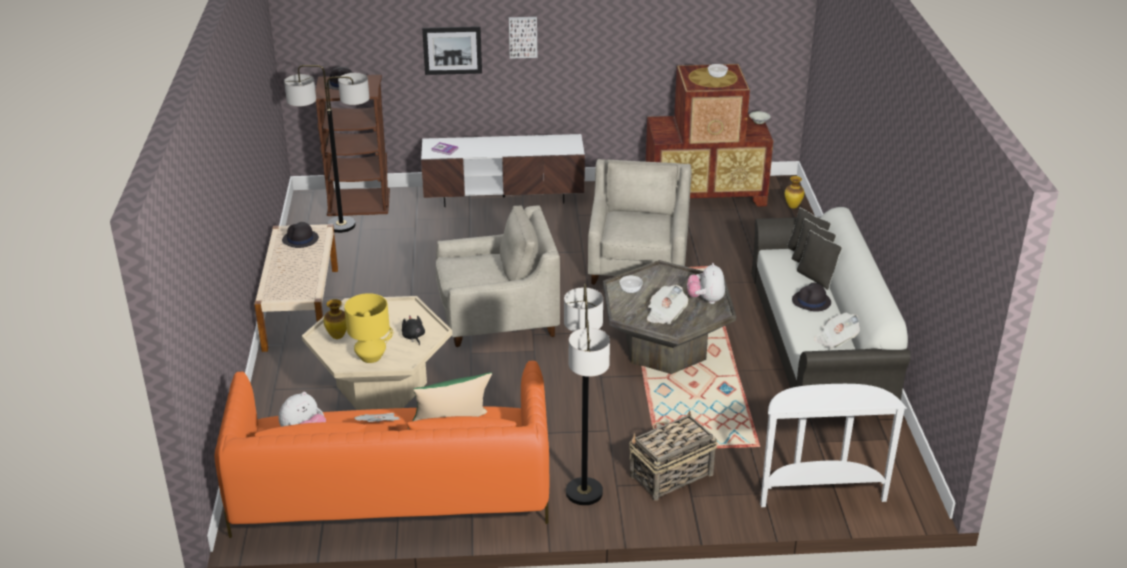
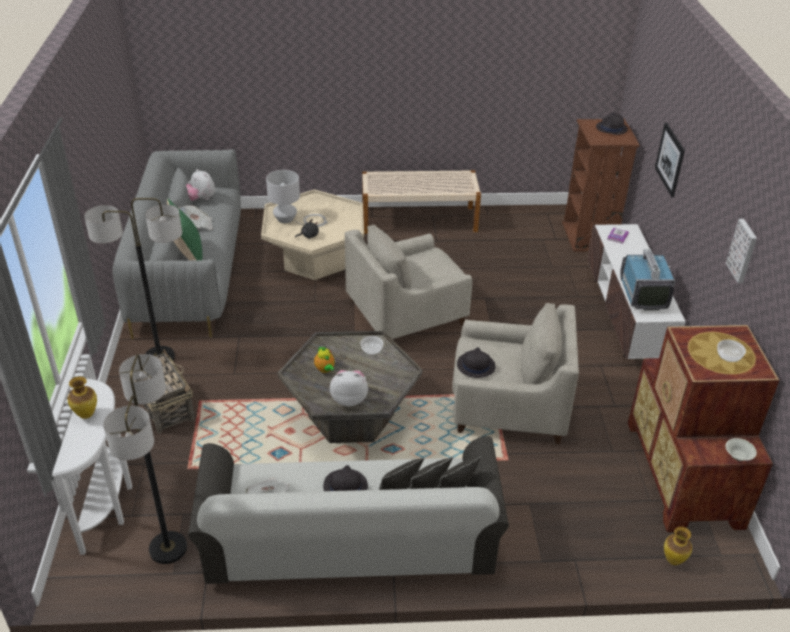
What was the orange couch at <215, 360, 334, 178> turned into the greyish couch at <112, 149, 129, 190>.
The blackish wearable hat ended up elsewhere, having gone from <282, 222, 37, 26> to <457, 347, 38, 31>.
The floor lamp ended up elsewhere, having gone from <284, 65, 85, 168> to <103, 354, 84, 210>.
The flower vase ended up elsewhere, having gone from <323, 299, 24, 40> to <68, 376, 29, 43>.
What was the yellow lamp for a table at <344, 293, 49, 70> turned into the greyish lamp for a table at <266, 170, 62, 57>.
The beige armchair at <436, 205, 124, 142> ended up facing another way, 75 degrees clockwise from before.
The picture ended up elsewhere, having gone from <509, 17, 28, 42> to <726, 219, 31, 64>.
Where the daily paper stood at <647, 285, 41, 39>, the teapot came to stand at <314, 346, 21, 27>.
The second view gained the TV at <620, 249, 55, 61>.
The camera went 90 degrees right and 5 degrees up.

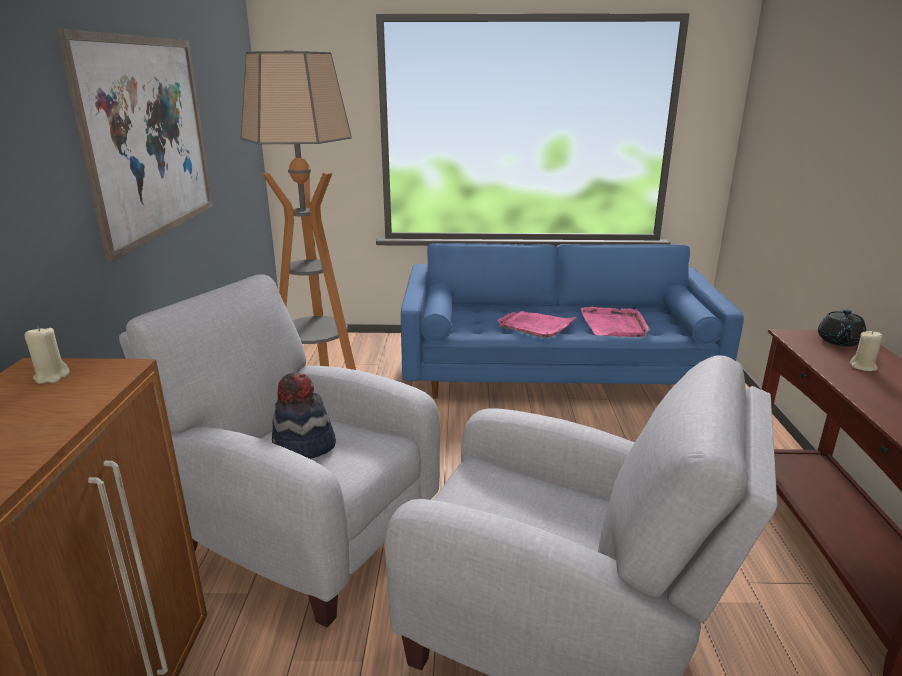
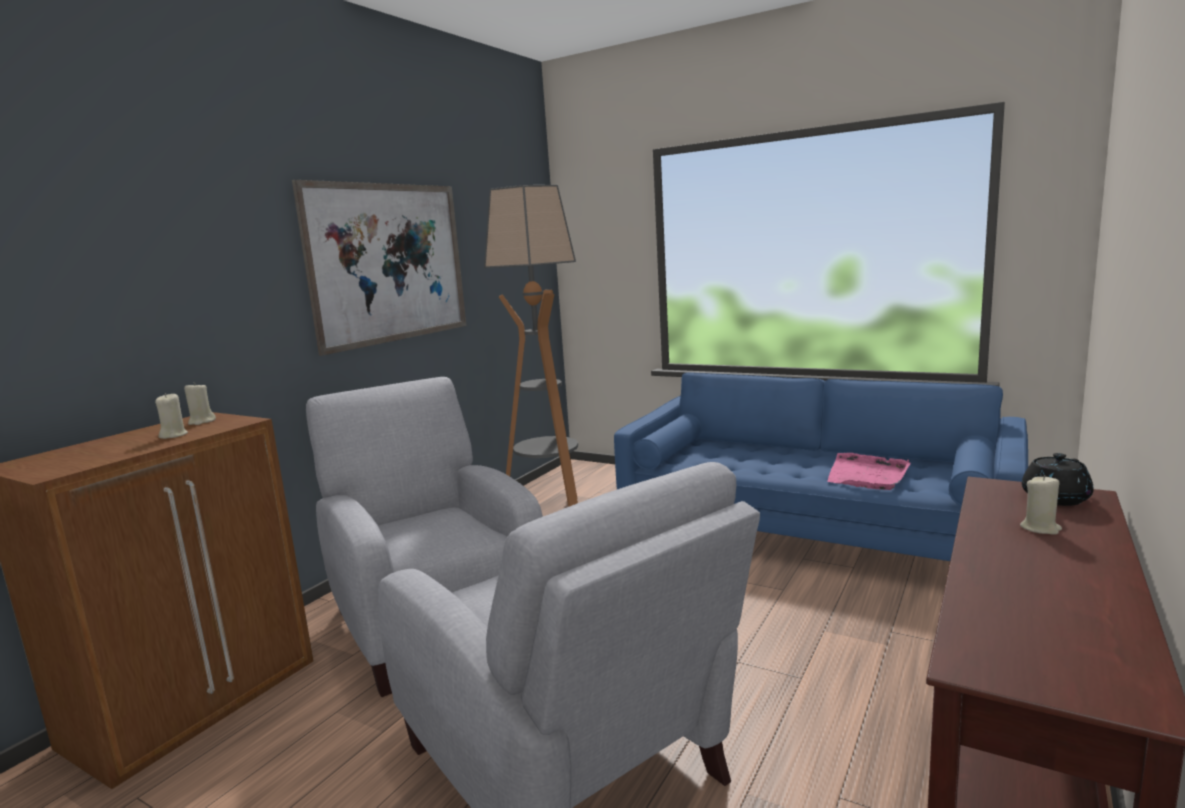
The second view lost the wearable hat at <272, 373, 64, 86>.
The second view lost the pink carrying tray at <497, 311, 80, 27>.
The second view gained the beige candle at <155, 393, 33, 46>.
The camera went 30 degrees right and 10 degrees down.

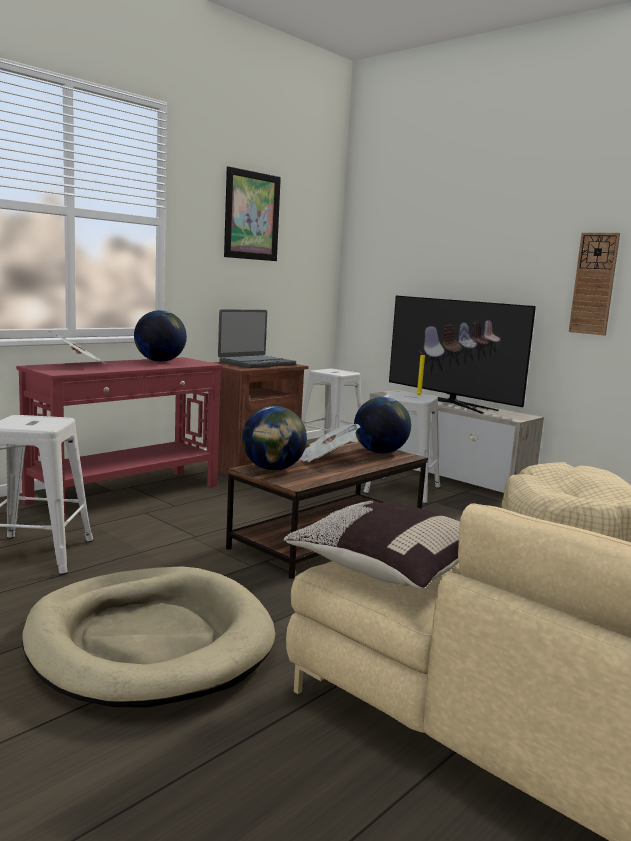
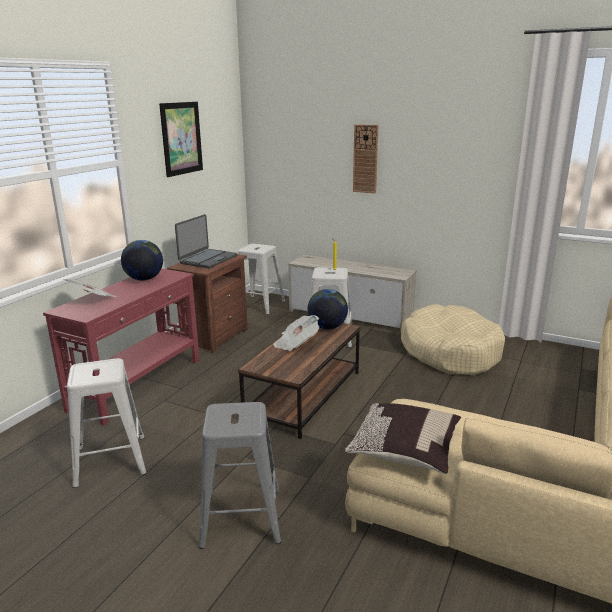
Where the beige dog cushion stood at <22, 566, 253, 141>, the greyish stool seat came to stand at <198, 402, 83, 147>.
The second view lost the globe at <242, 406, 65, 65>.
The second view lost the TV at <389, 296, 147, 118>.
The wall clock ended up elsewhere, having gone from <569, 233, 51, 102> to <353, 124, 26, 70>.
The camera went 15 degrees left and 10 degrees up.

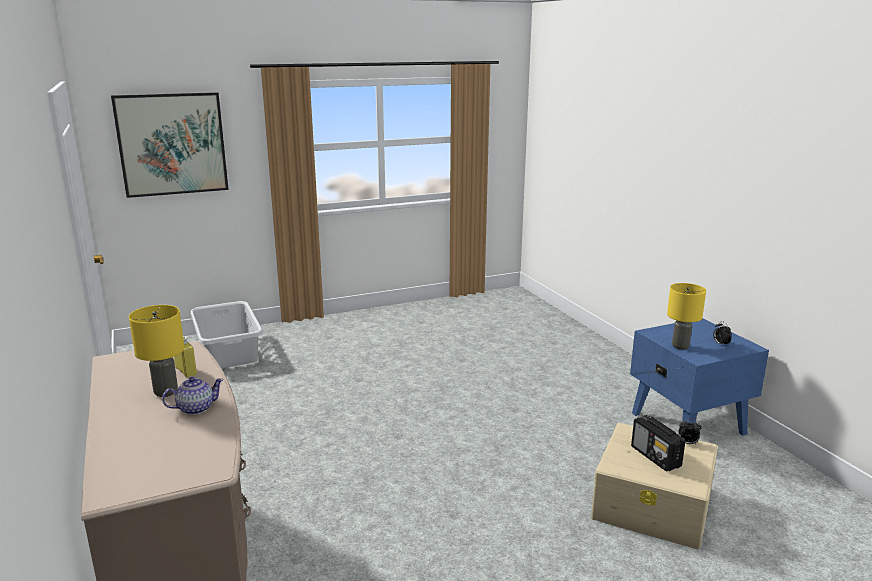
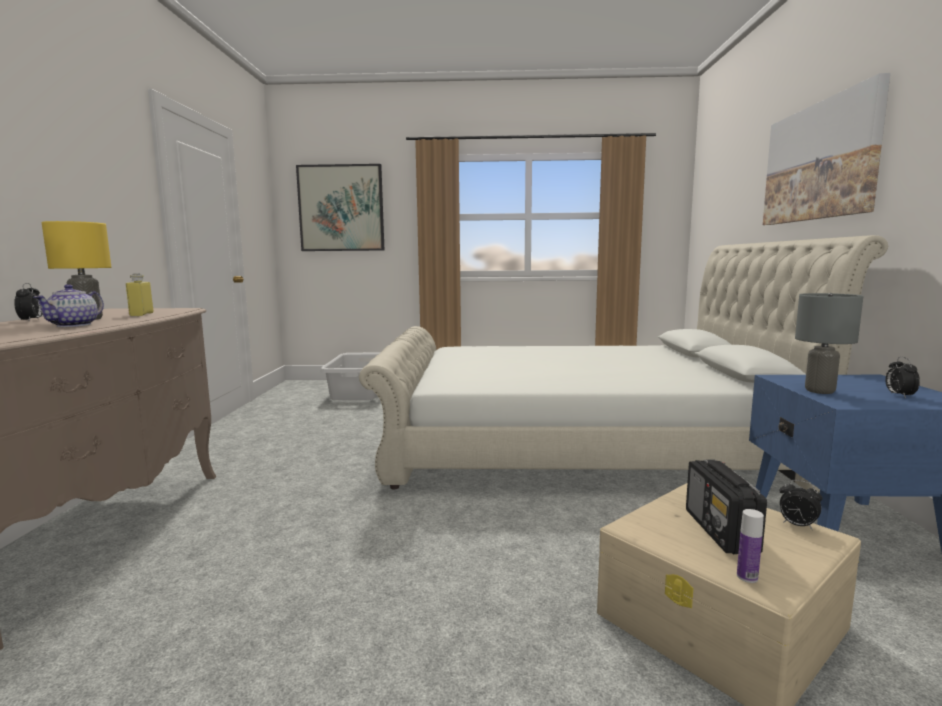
The teapot at <162, 377, 62, 38> ended up facing another way, 105 degrees clockwise from before.
What was the yellow lamp for a table at <667, 283, 39, 67> turned into the greyish lamp for a table at <795, 293, 68, 101>.
The second view gained the table clock at <14, 283, 28, 38>.
The second view gained the beige bedroom bed at <359, 235, 529, 258>.
The second view gained the beverage bottle at <737, 509, 27, 74>.
The second view gained the picture at <763, 73, 127, 152>.
The camera went 25 degrees right and 10 degrees down.

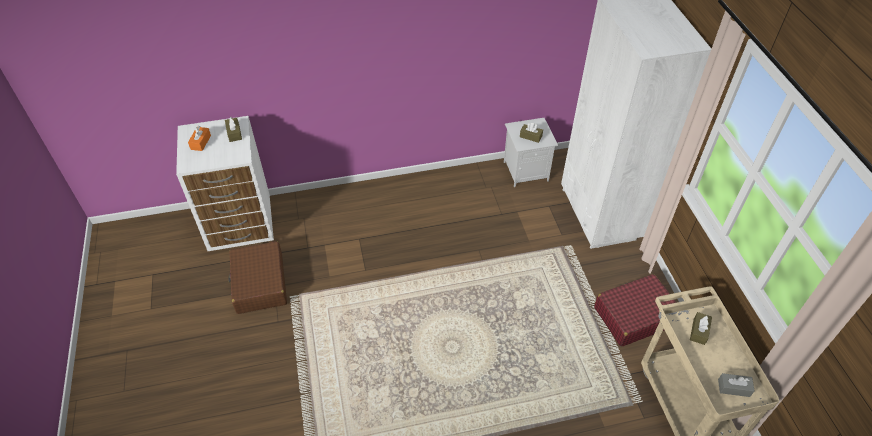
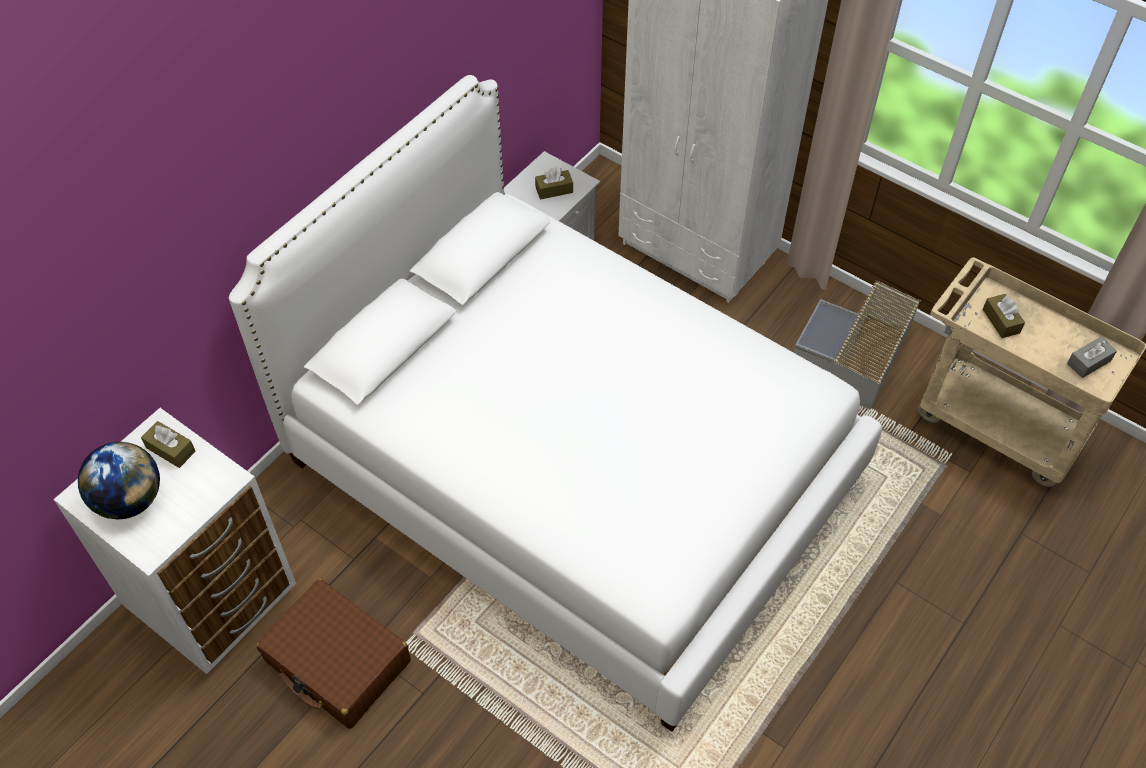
Where the orange tissue holder stood at <188, 126, 23, 25>, the globe came to stand at <78, 442, 82, 77>.
Where the red travel case stood at <594, 274, 83, 73>, the greyish storage box came to stand at <794, 280, 127, 130>.
The second view gained the white-coloured bedroom bed at <229, 75, 653, 657>.
The camera went 40 degrees left and 5 degrees up.

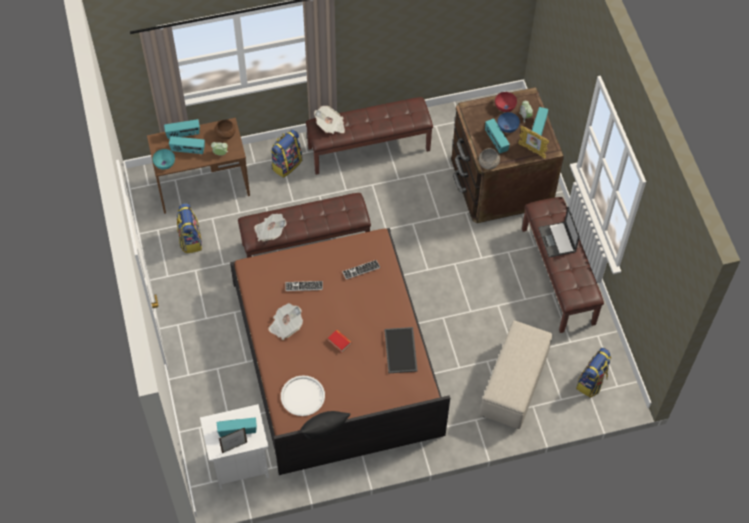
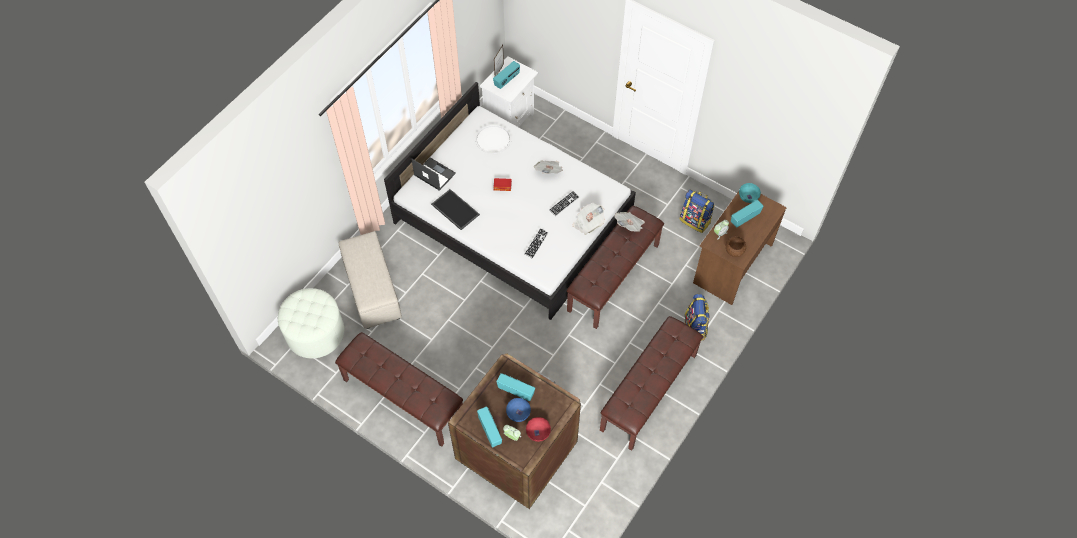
The second view lost the radio set at <164, 119, 36, 20>.
What was the brownish bedroom bed at <230, 228, 220, 247> turned into the white-coloured bedroom bed at <384, 82, 252, 238>.
The second view lost the blackish throw pillow at <301, 411, 50, 28>.
The daily paper ended up elsewhere, having gone from <314, 106, 31, 28> to <573, 203, 32, 32>.
The second view lost the greyish deep dish at <479, 148, 21, 22>.
The second view lost the standing frame at <518, 125, 31, 33>.
The laptop ended up elsewhere, having gone from <538, 207, 42, 50> to <411, 158, 45, 33>.
Where the knapsack stood at <576, 348, 35, 50>, the white-coloured pouffe came to stand at <278, 288, 66, 70>.
The camera went 140 degrees right and 0 degrees up.

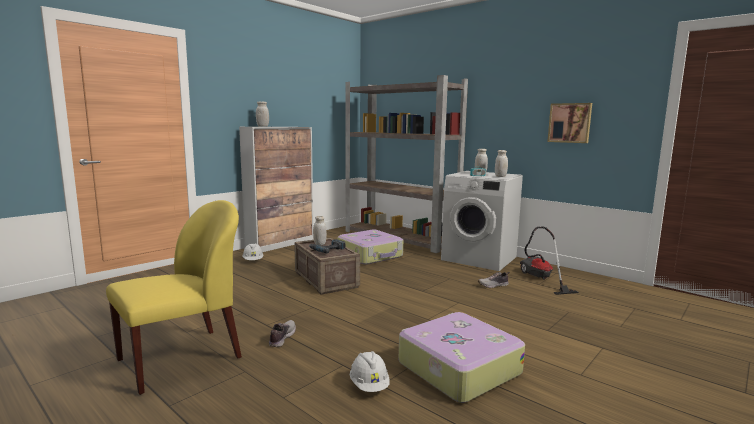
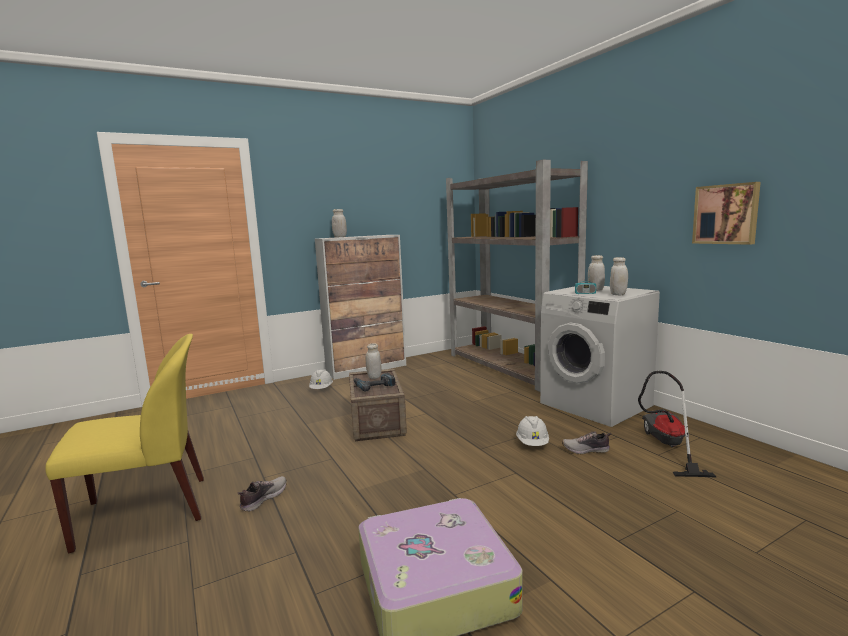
The second view lost the travel case at <337, 230, 66, 35>.
The white-coloured safety helmet ended up elsewhere, having gone from <350, 351, 40, 41> to <516, 416, 33, 30>.
The camera went 20 degrees right and 0 degrees up.

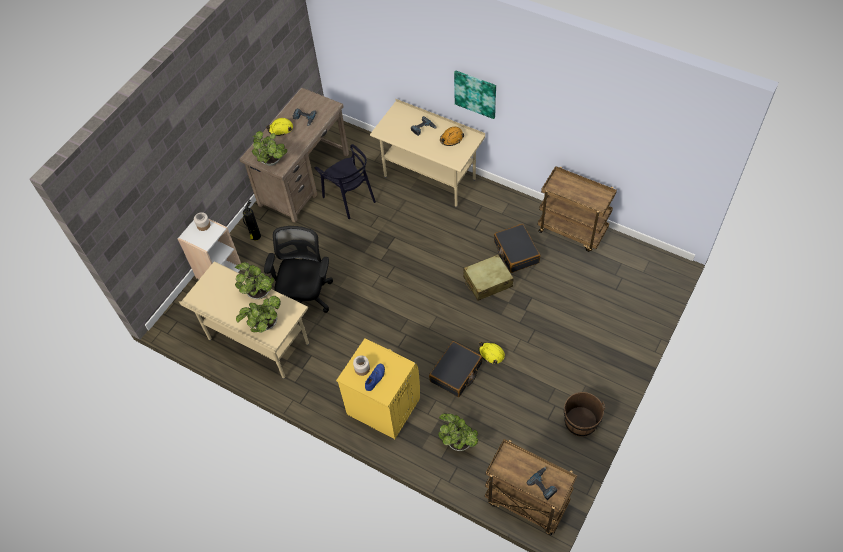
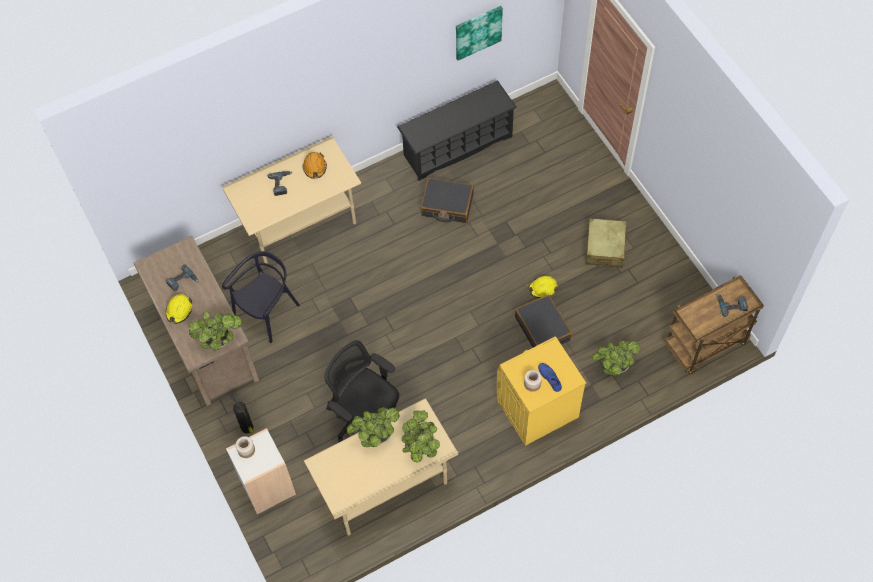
The blackish plain chair at <314, 144, 62, 75> ended up facing another way, 45 degrees counterclockwise from before.
The picture ended up elsewhere, having gone from <454, 70, 42, 49> to <456, 6, 47, 54>.
The beige travel case ended up elsewhere, having gone from <463, 254, 51, 47> to <585, 218, 41, 49>.
Where the brownish cart stood at <538, 166, 79, 86>, the blackish shoe shelf came to stand at <397, 80, 120, 101>.
The second view lost the brownish pail at <564, 392, 41, 45>.
The camera went 60 degrees left and 5 degrees up.

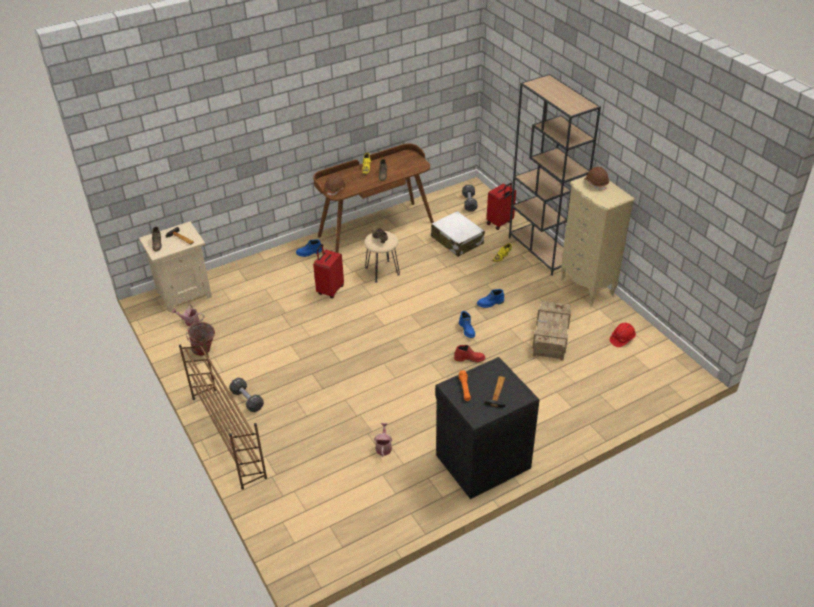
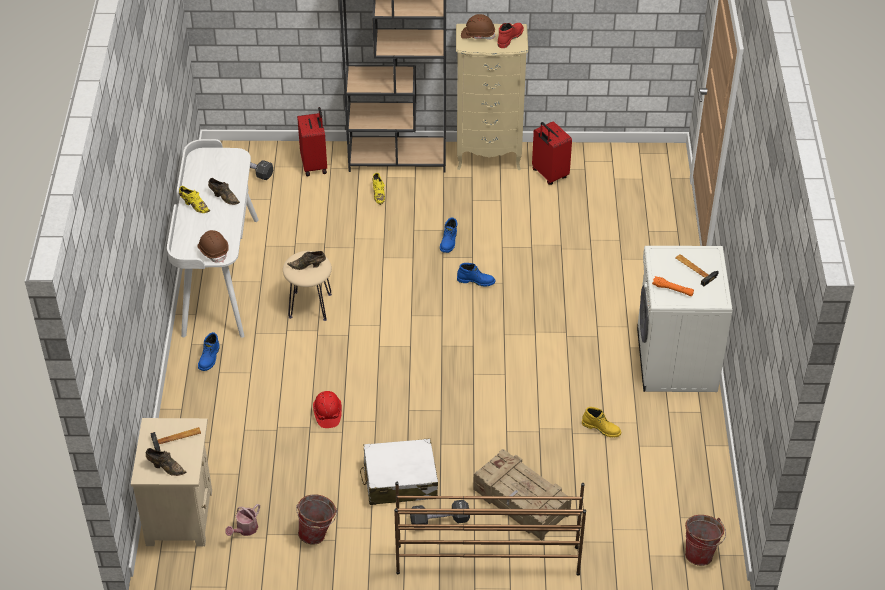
What was the brownish desk unit at <313, 144, 121, 109> turned into the white-coloured desk unit at <167, 139, 92, 199>.
The red travel case ended up elsewhere, having gone from <313, 244, 31, 54> to <532, 121, 40, 64>.
Where the sprinkling can stood at <374, 423, 18, 34>, the yellow boot came to stand at <582, 407, 39, 31>.
The white-coloured travel case ended up elsewhere, having gone from <431, 211, 54, 46> to <360, 438, 78, 67>.
What was the blackish washing machine at <435, 357, 104, 142> turned into the white-coloured washing machine at <637, 246, 96, 146>.
The red boot ended up elsewhere, having gone from <454, 345, 32, 17> to <497, 23, 27, 25>.
The shipping crate ended up elsewhere, having gone from <532, 301, 39, 59> to <473, 449, 98, 92>.
The red safety helmet ended up elsewhere, having gone from <610, 323, 26, 24> to <313, 391, 29, 37>.
The second view gained the pail at <685, 515, 41, 51>.
The camera went 60 degrees left and 5 degrees up.

